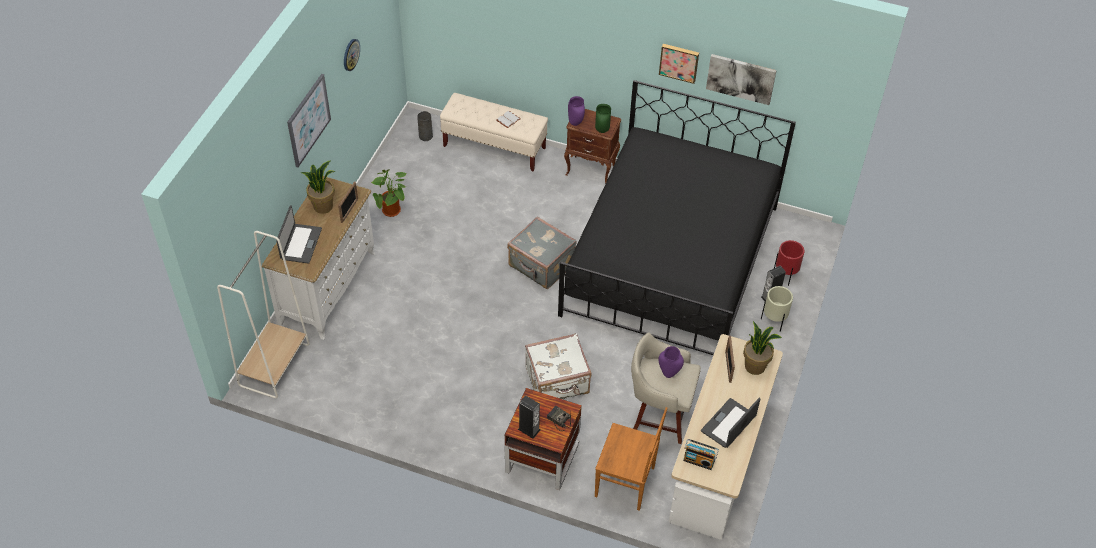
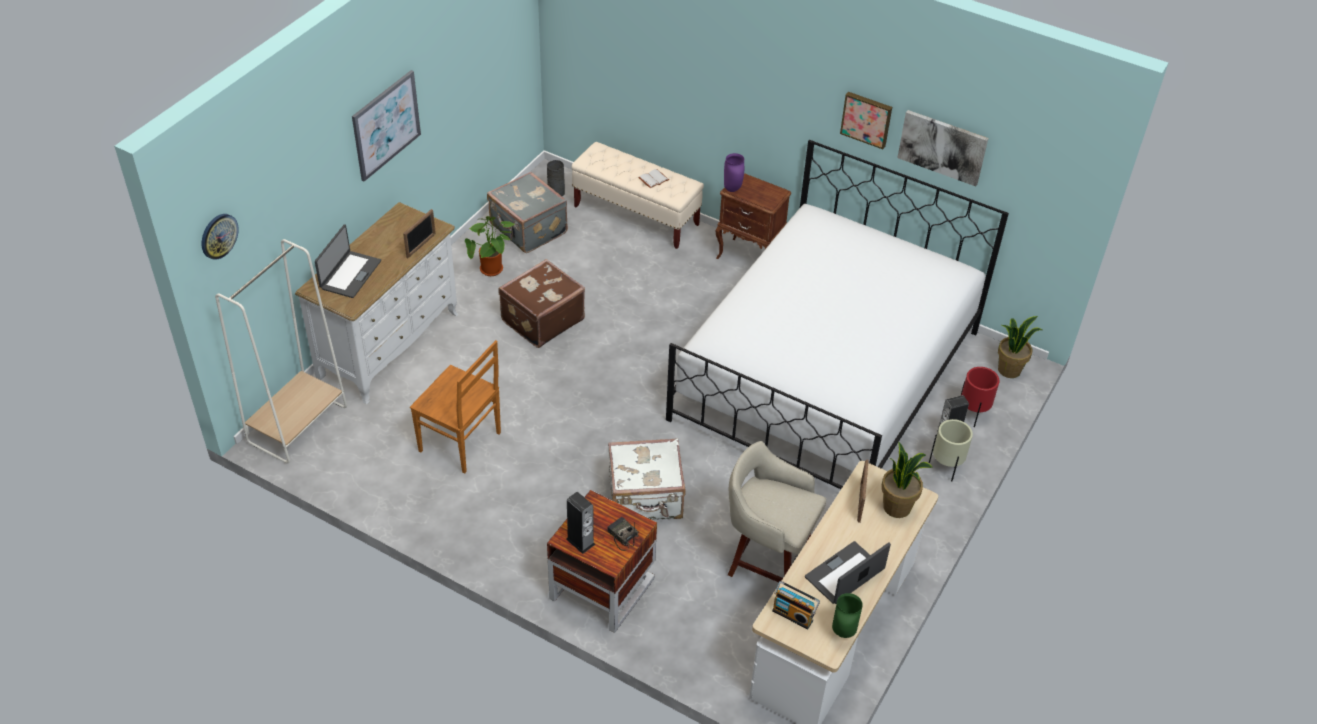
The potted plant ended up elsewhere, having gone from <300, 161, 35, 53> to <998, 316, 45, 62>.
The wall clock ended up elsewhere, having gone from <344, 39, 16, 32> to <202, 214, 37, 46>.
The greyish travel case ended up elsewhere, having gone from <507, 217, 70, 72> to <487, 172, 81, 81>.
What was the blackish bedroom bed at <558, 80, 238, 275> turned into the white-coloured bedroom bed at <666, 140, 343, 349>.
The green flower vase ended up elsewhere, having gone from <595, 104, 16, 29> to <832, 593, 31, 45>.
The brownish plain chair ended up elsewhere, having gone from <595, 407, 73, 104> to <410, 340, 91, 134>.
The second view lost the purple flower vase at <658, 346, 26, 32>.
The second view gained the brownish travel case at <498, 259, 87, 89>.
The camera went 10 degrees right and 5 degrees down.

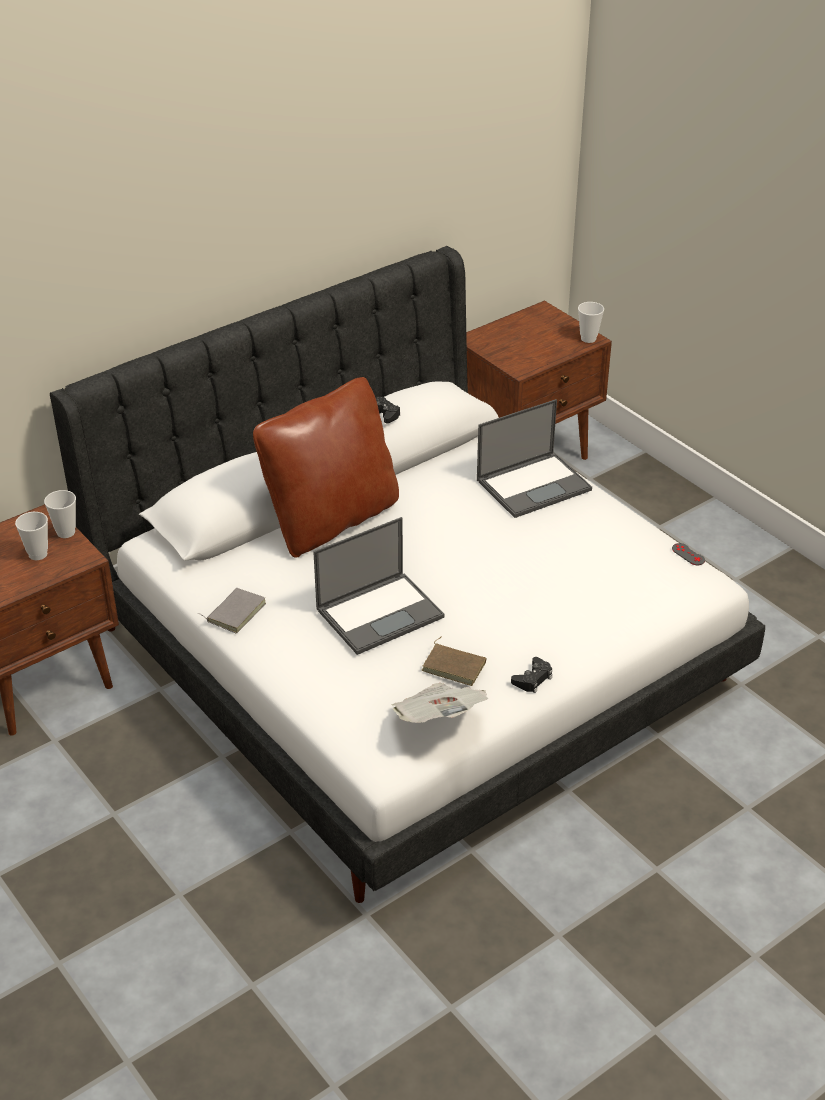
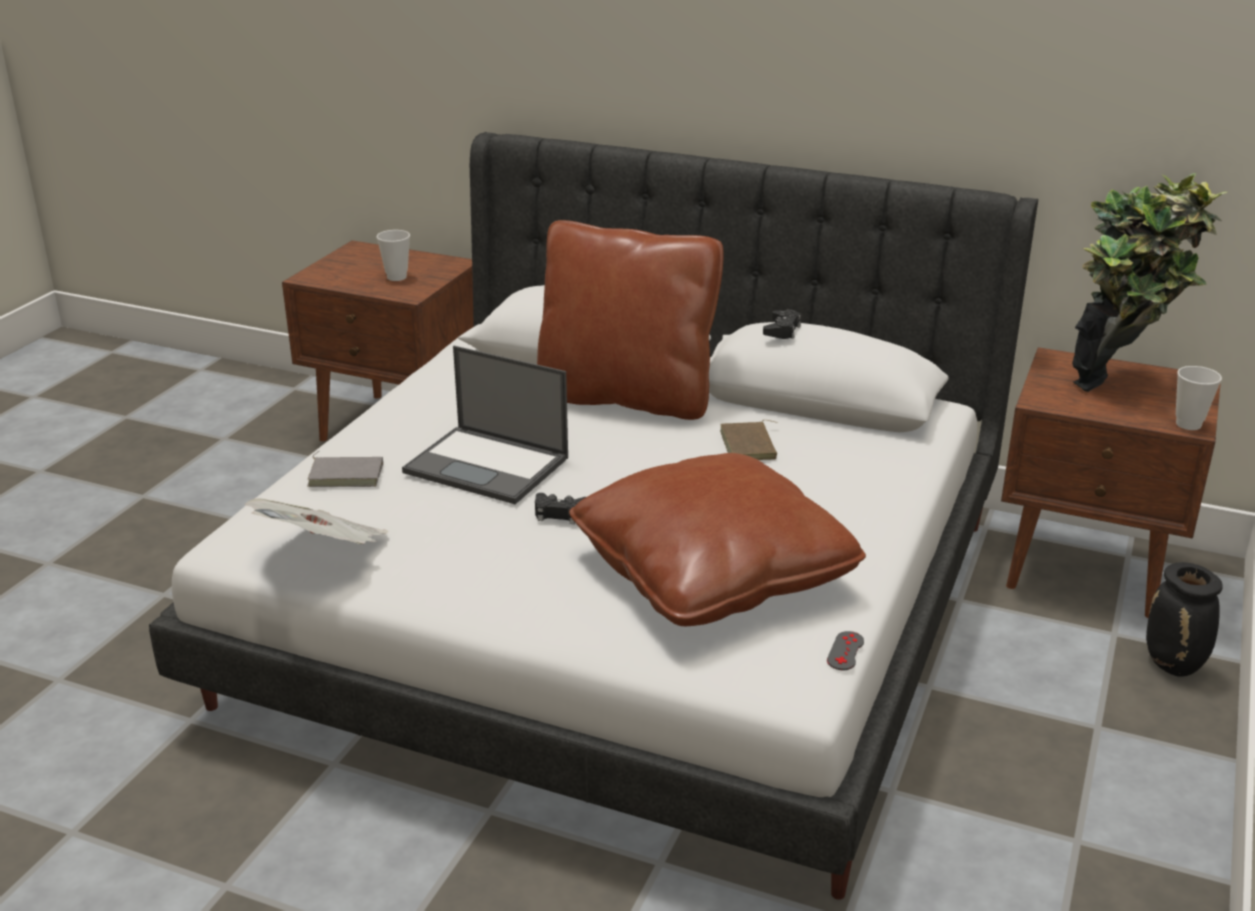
The second view lost the cup at <44, 490, 32, 48>.
The greyish bound book ended up elsewhere, having gone from <198, 588, 68, 45> to <307, 451, 76, 36>.
The brownish bound book ended up elsewhere, having gone from <422, 636, 64, 50> to <720, 420, 57, 40>.
The second view lost the laptop at <477, 399, 115, 119>.
The blackish joypad ended up elsewhere, having gone from <511, 657, 41, 36> to <535, 493, 51, 31>.
The second view gained the brownish throw pillow at <569, 453, 297, 173>.
The second view gained the potted plant at <1072, 173, 155, 219>.
The second view gained the blackish flower vase at <1146, 562, 77, 114>.
The camera went 60 degrees right and 10 degrees down.

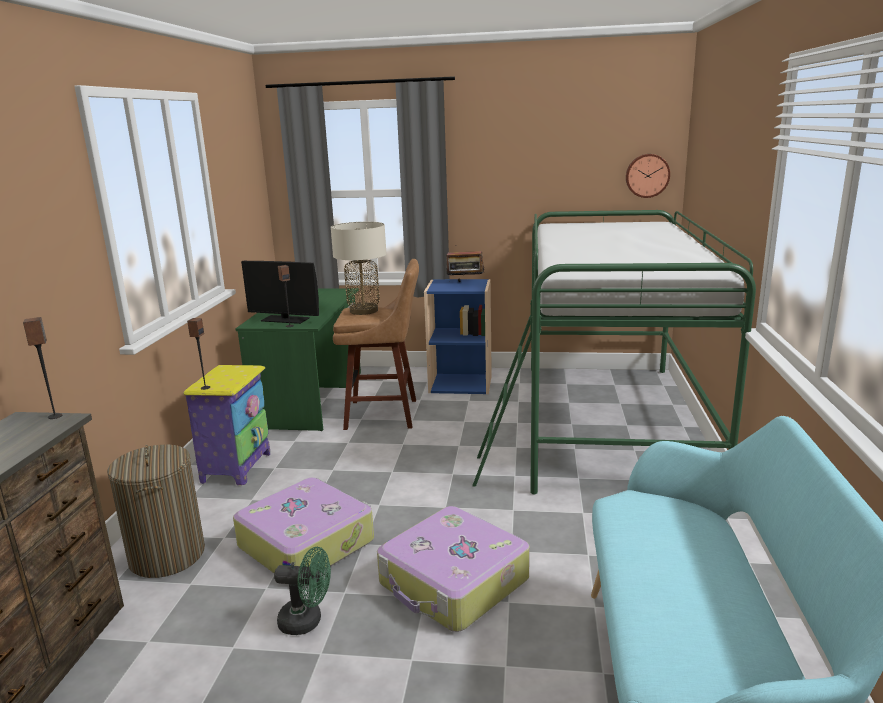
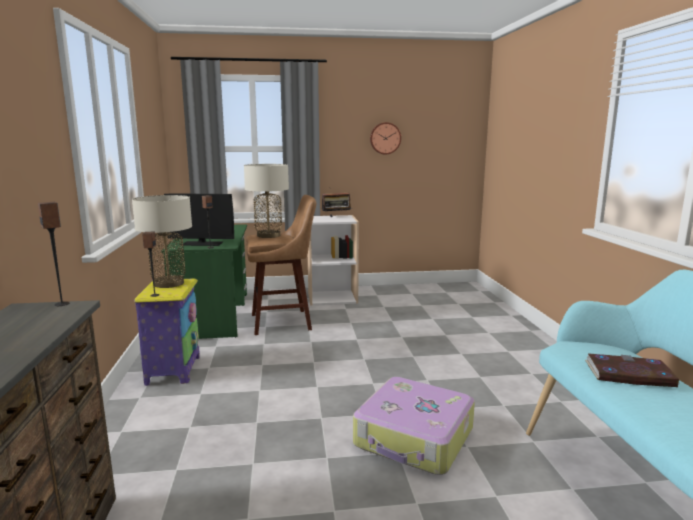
The second view lost the washing basket at <107, 445, 98, 133>.
The second view lost the travel case at <233, 478, 141, 95>.
The second view lost the green electric fan at <274, 547, 57, 88>.
What was the blue bookshelf at <424, 279, 68, 115> turned into the white-coloured bookshelf at <308, 215, 51, 91>.
The second view lost the green bedroom bed at <472, 210, 284, 284>.
The wall clock ended up elsewhere, having gone from <626, 154, 44, 44> to <370, 122, 31, 33>.
The second view gained the lamp for a table at <132, 195, 60, 93>.
The second view gained the bound book at <585, 353, 94, 34>.
The camera went 15 degrees left and 5 degrees down.

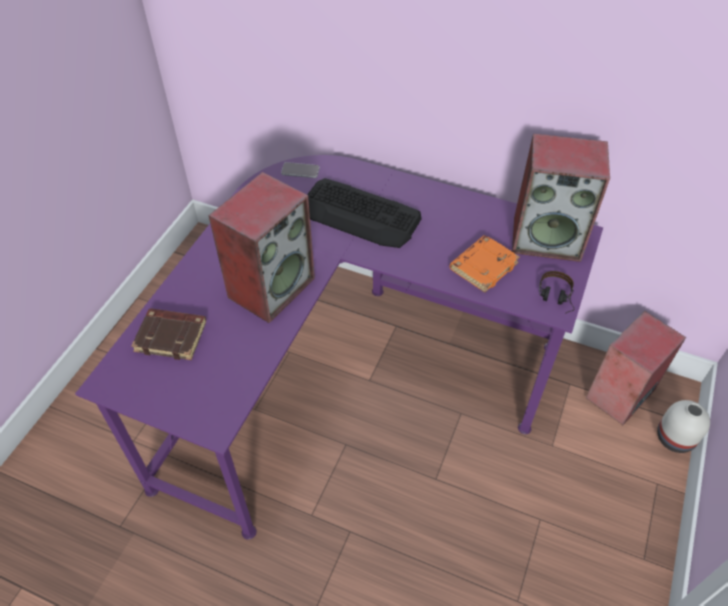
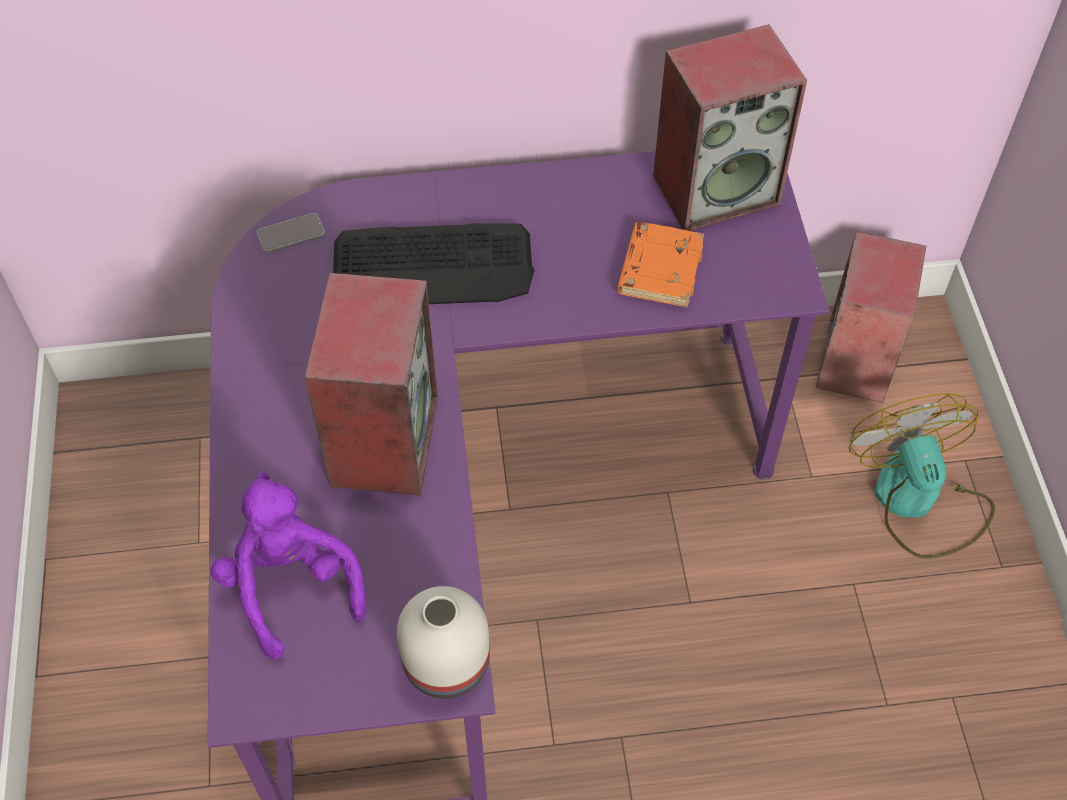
Where the brownish bound book stood at <131, 308, 75, 52>, the purple soft toy came to stand at <211, 472, 155, 187>.
The second view lost the pair of headphones at <539, 271, 36, 43>.
The white-coloured flower vase ended up elsewhere, having gone from <657, 400, 53, 53> to <397, 586, 93, 113>.
The second view gained the electric fan at <849, 393, 146, 166>.
The camera went 30 degrees left and 5 degrees up.

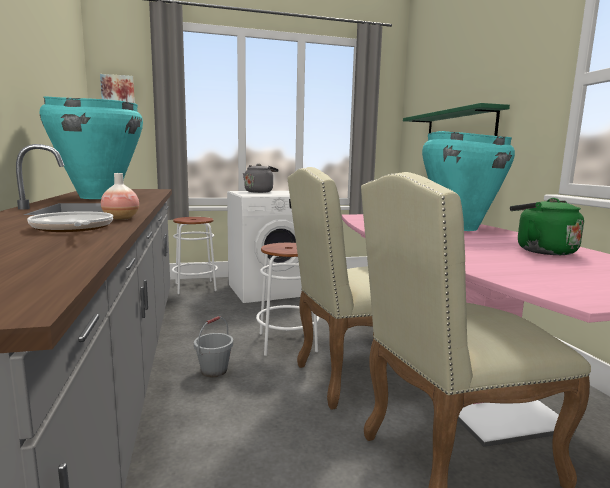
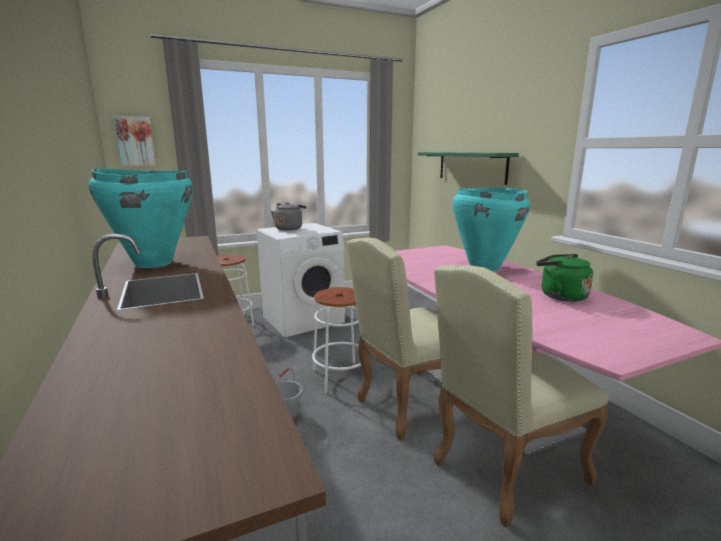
The second view lost the pan at <27, 211, 86, 21>.
The second view lost the flower vase at <101, 173, 38, 47>.
The camera went 10 degrees left and 5 degrees up.

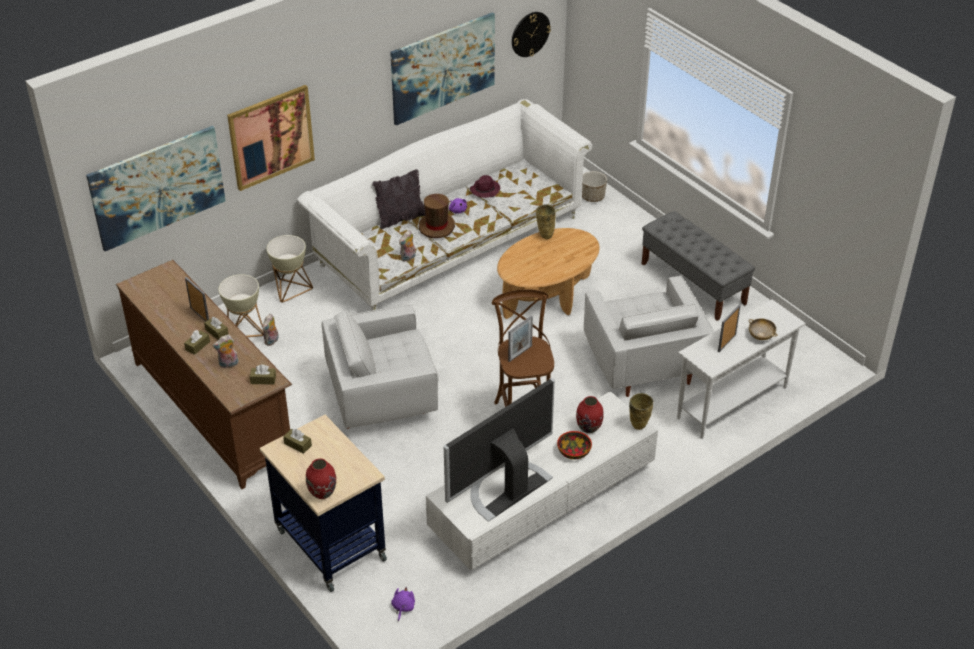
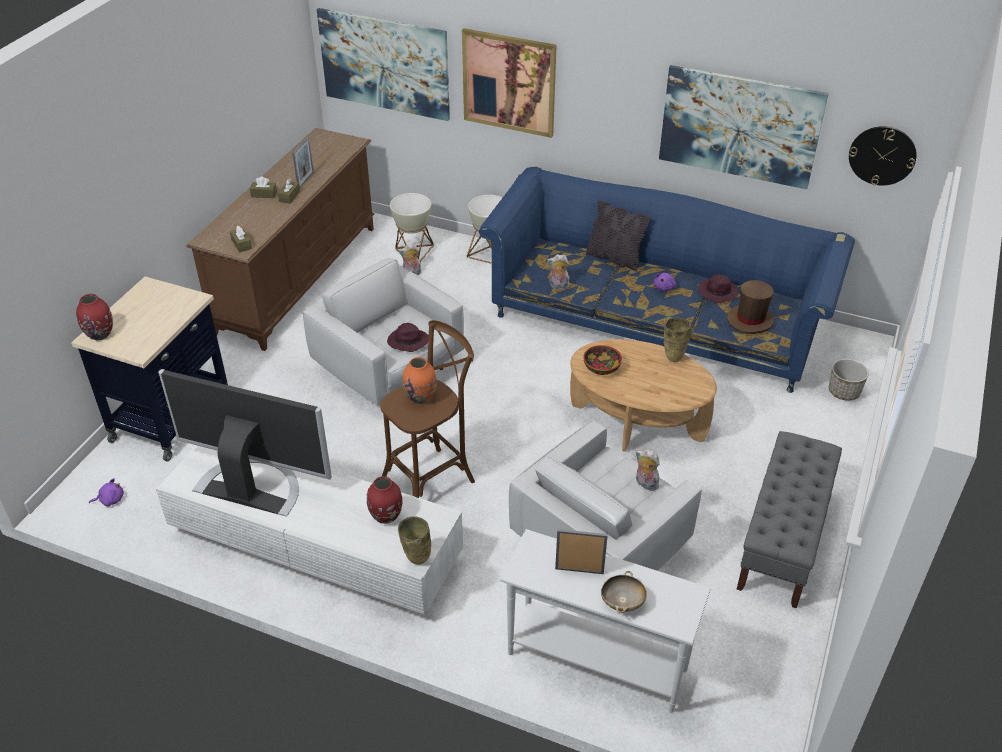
The soft toy ended up elsewhere, having gone from <212, 335, 27, 33> to <635, 449, 25, 42>.
The second view lost the brownish tissue holder at <283, 429, 29, 25>.
What was the white-coloured couch at <297, 99, 295, 212> turned into the blue couch at <479, 167, 376, 226>.
The brownish wearable hat ended up elsewhere, having gone from <419, 194, 36, 44> to <727, 280, 47, 54>.
Where the standing frame stood at <508, 316, 25, 46>, the orange flower vase came to stand at <403, 357, 34, 47>.
The deep dish ended up elsewhere, having gone from <557, 431, 35, 28> to <583, 345, 39, 30>.
The second view gained the purple wearable hat at <387, 323, 42, 29>.
The camera went 60 degrees right and 0 degrees up.

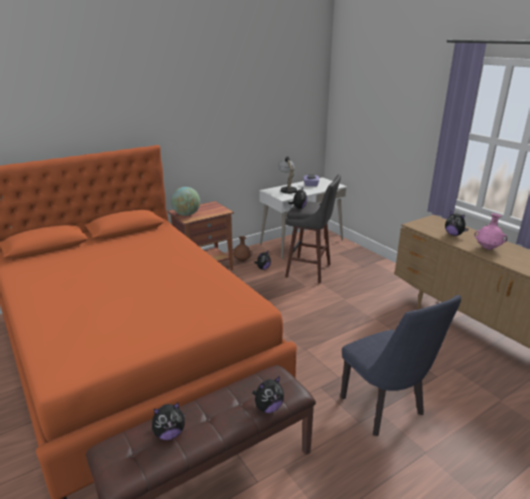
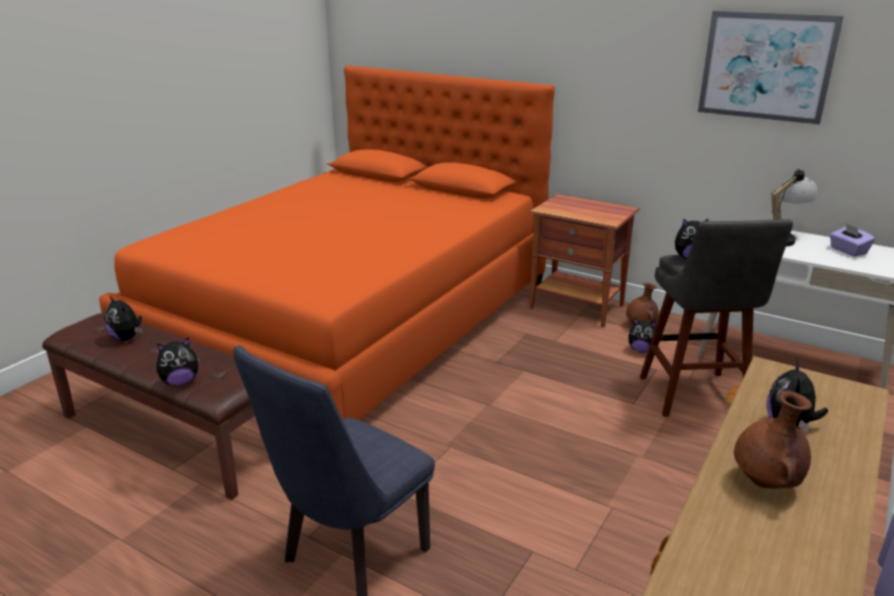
The second view lost the globe at <171, 187, 29, 29>.
The soft toy at <252, 376, 32, 37> ended up facing another way, 60 degrees counterclockwise from before.
What was the pink flower vase at <474, 213, 34, 37> turned into the brownish flower vase at <734, 391, 78, 97>.
The second view gained the picture at <698, 11, 146, 114>.
The camera went 65 degrees right and 0 degrees up.

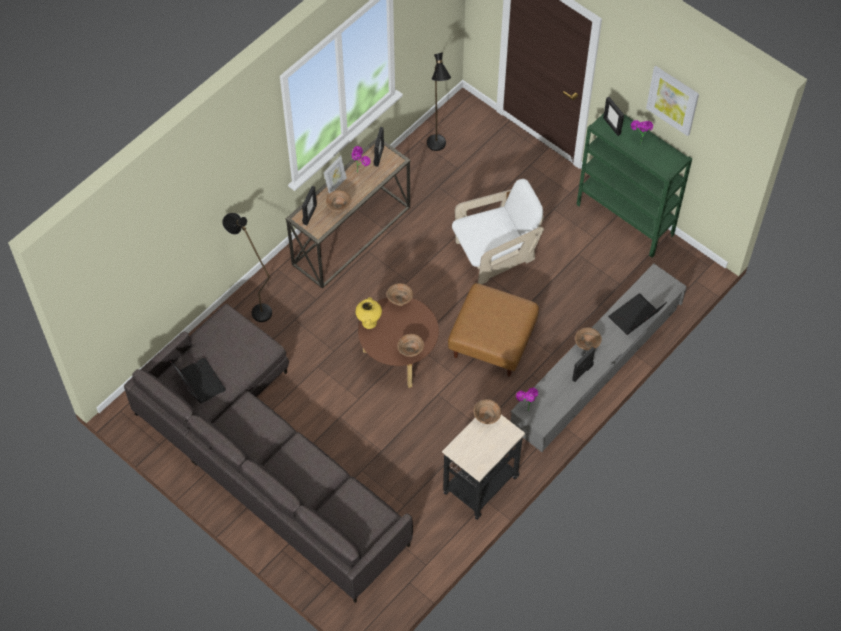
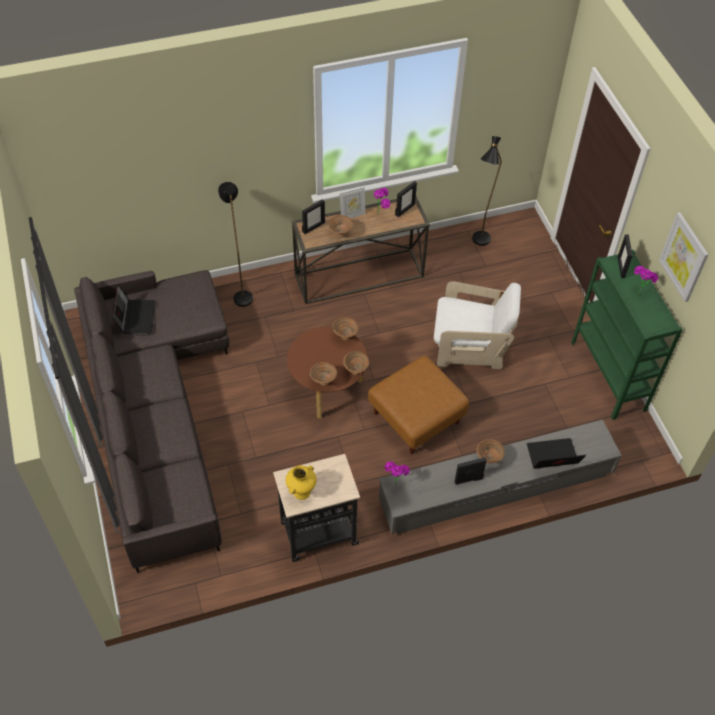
The yellow flower vase ended up elsewhere, having gone from <356, 297, 26, 32> to <286, 465, 30, 35>.
The brownish deep dish ended up elsewhere, having gone from <473, 399, 28, 25> to <343, 351, 26, 24>.
The camera went 30 degrees right and 5 degrees down.

